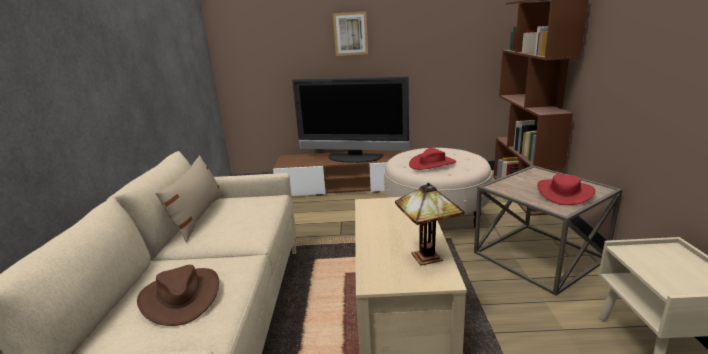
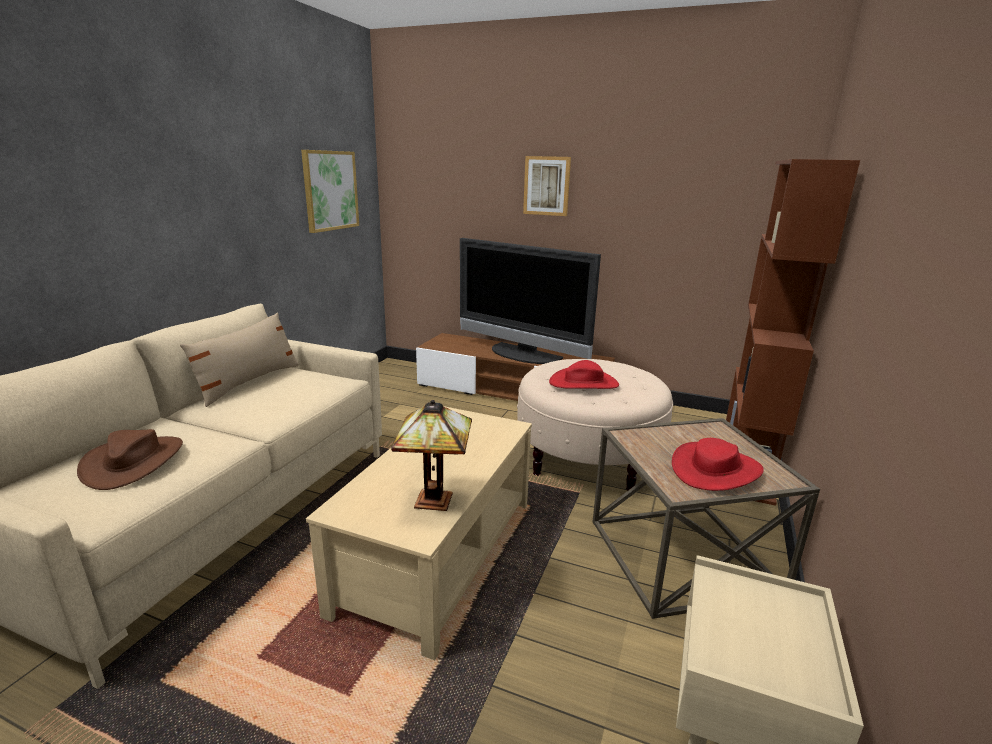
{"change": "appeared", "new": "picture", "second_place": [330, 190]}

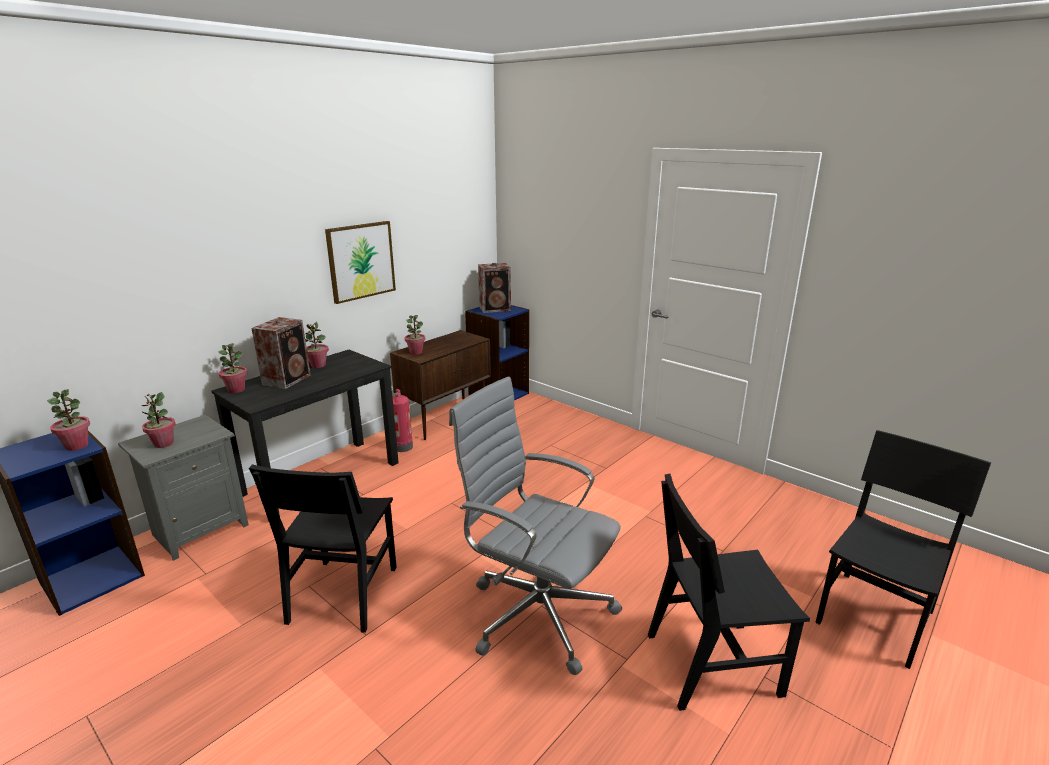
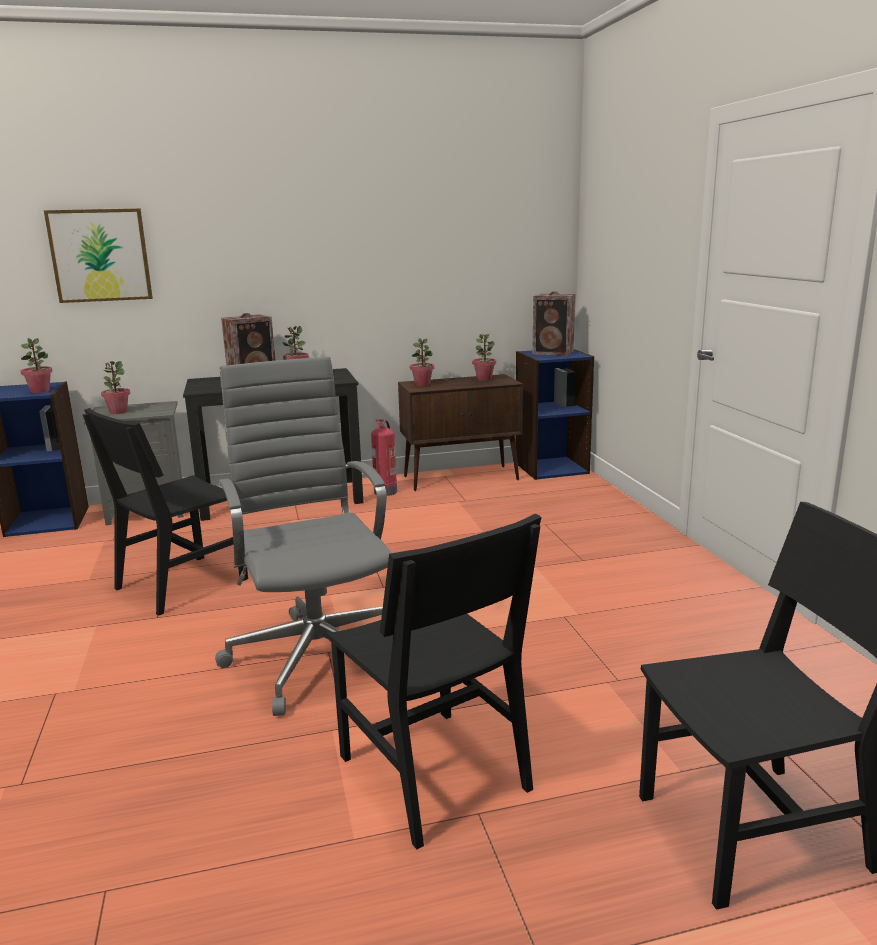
{"change": "relocated", "old": "picture", "first_place": [361, 261], "second_place": [100, 255]}
{"change": "spun", "old": "black chair", "first_place": [712, 663], "second_place": [432, 773], "degrees": -150}
{"change": "relocated", "old": "potted plant", "first_place": [236, 390], "second_place": [484, 379]}

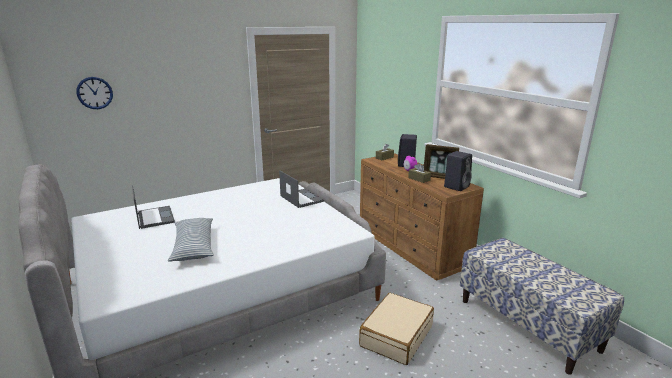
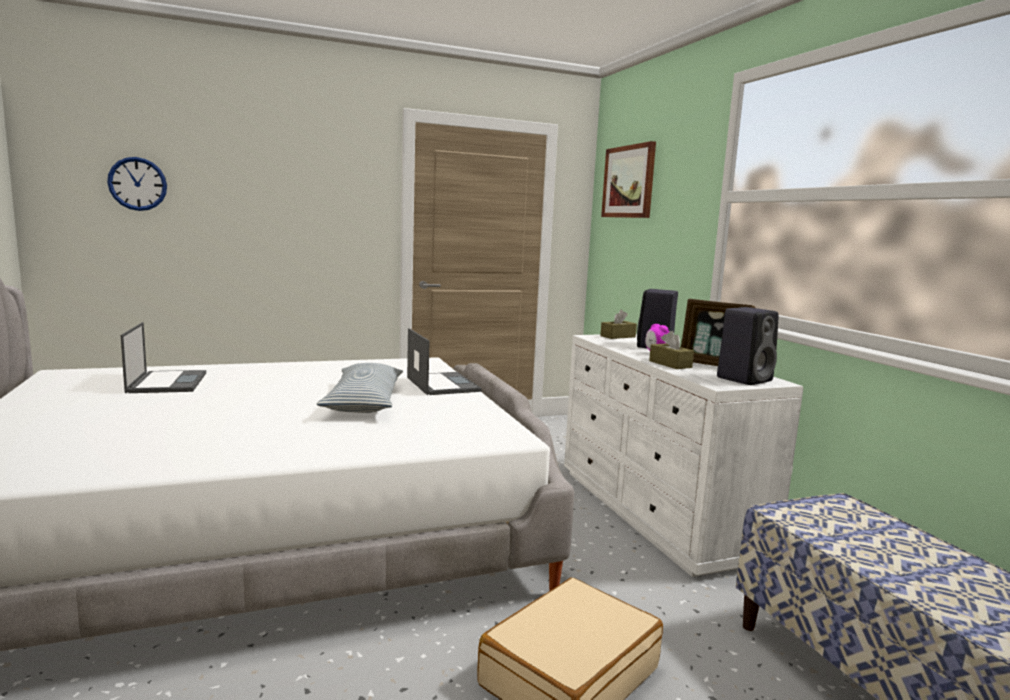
{"change": "relocated", "old": "pillow", "first_place": [193, 246], "second_place": [364, 401]}
{"change": "colour", "old": "brown dresser", "new": "white dresser", "first_place": [411, 248], "second_place": [655, 512]}
{"change": "appeared", "new": "picture", "second_place": [629, 182]}

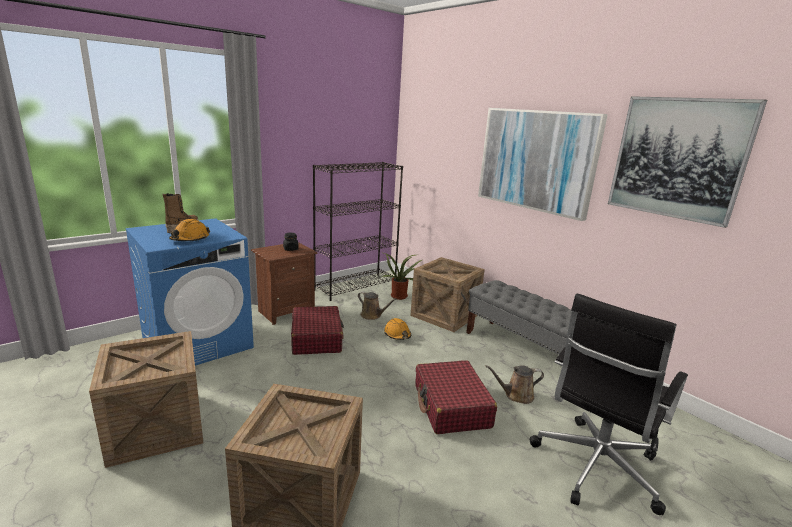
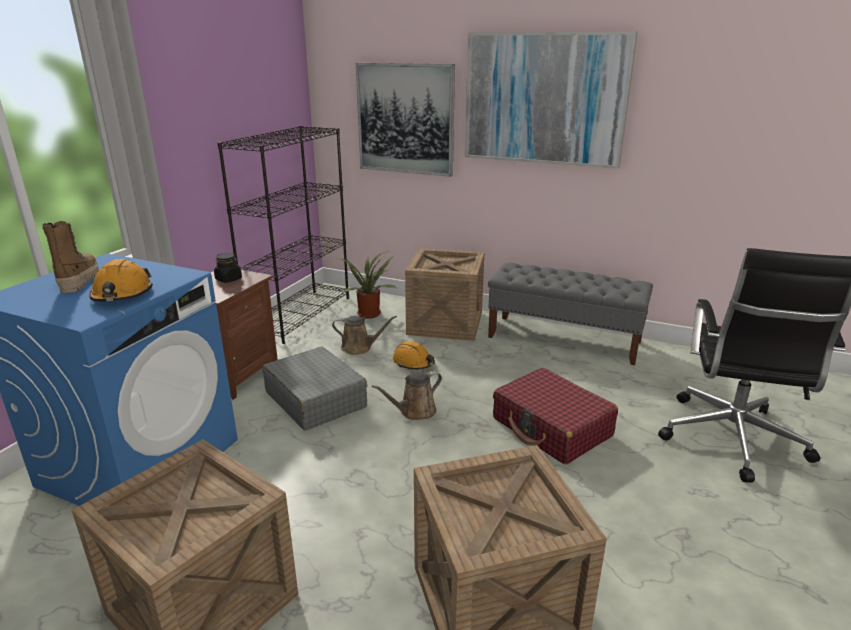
{"change": "colour", "old": "red suitcase", "new": "grey suitcase", "first_place": [316, 338], "second_place": [315, 399]}
{"change": "relocated", "old": "picture", "first_place": [678, 158], "second_place": [405, 119]}
{"change": "relocated", "old": "brown watering can", "first_place": [516, 395], "second_place": [414, 412]}

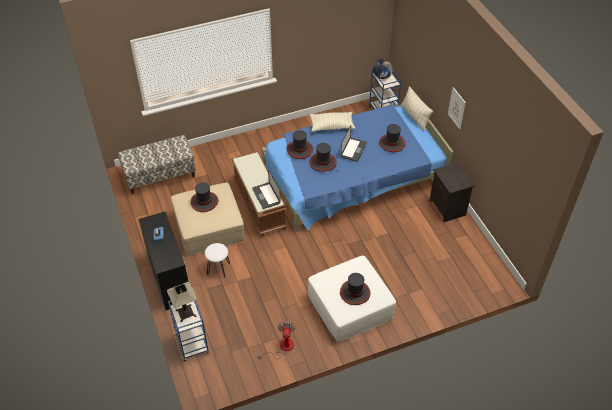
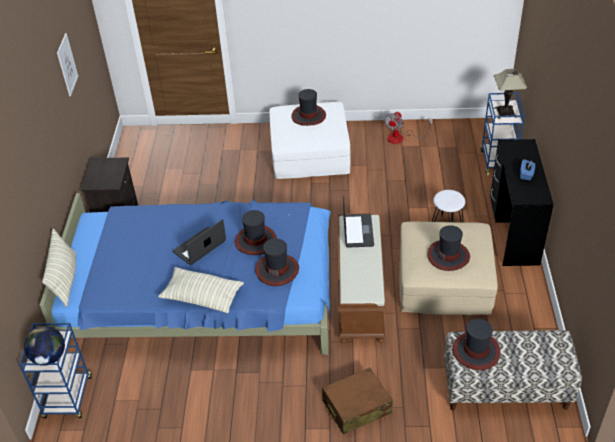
{"change": "relocated", "old": "picture", "first_place": [456, 108], "second_place": [67, 65]}
{"change": "appeared", "new": "brown suitcase", "second_place": [356, 407]}
{"change": "relocated", "old": "hat", "first_place": [391, 143], "second_place": [476, 351]}

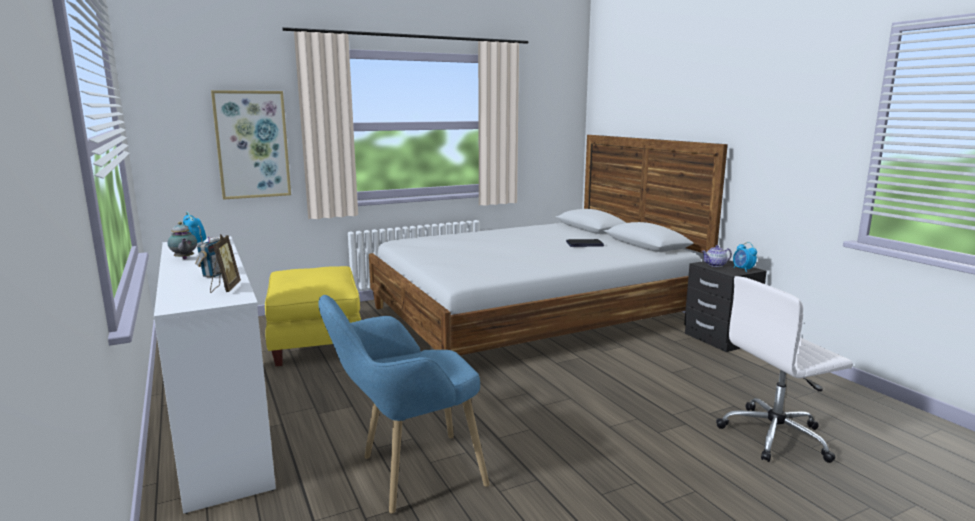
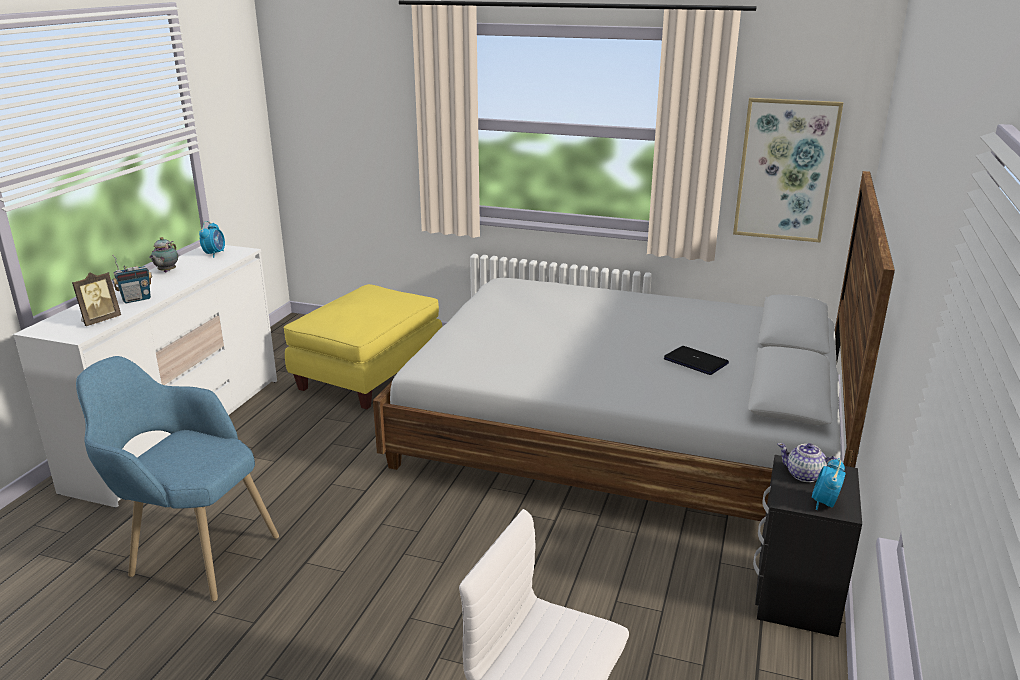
{"change": "relocated", "old": "picture", "first_place": [252, 145], "second_place": [785, 170]}

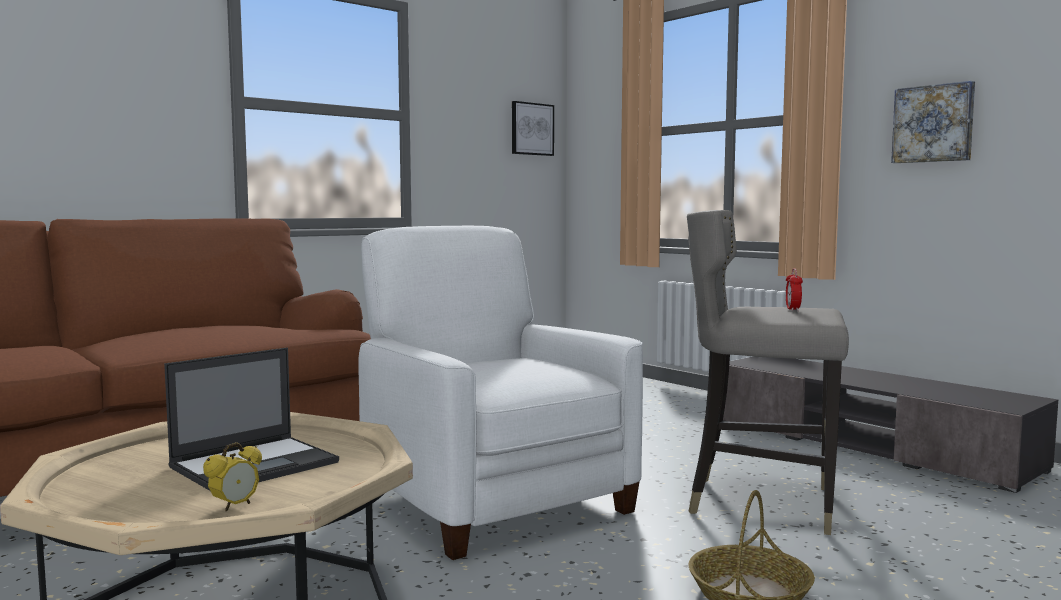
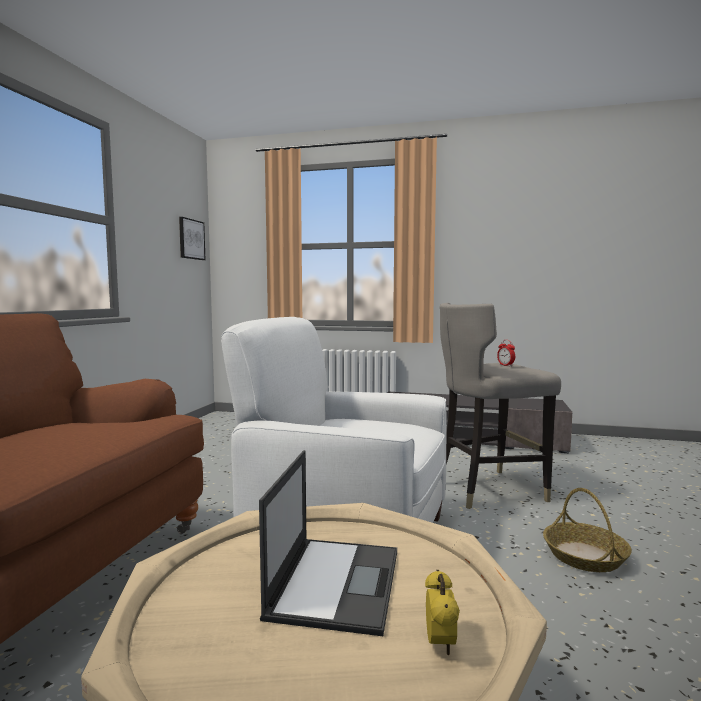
{"change": "missing", "old": "picture", "first_place": [933, 124]}

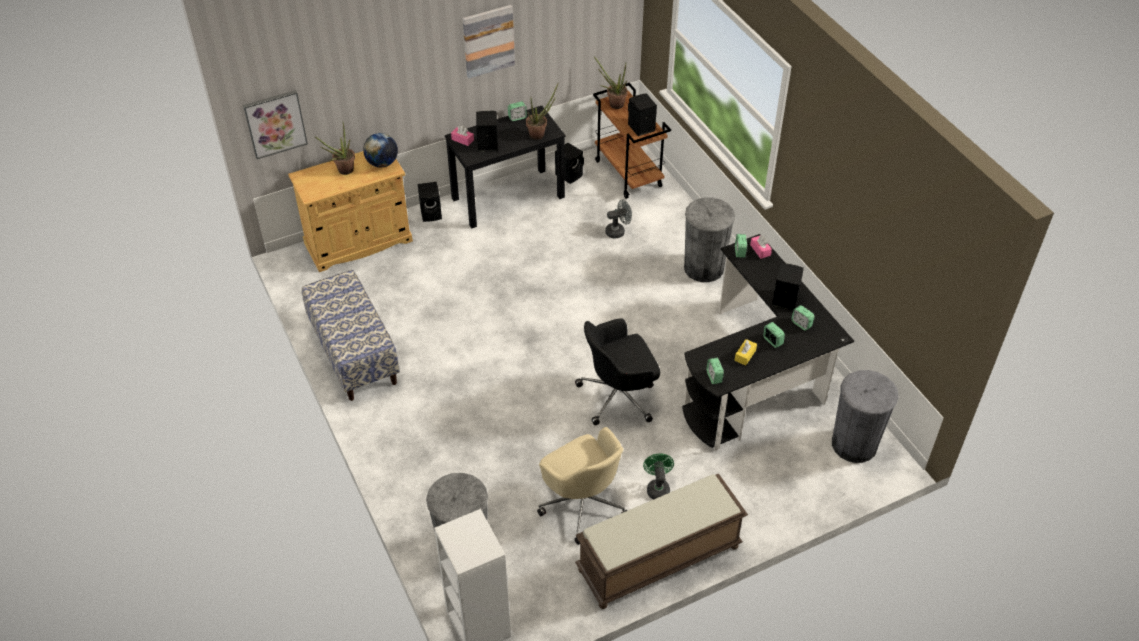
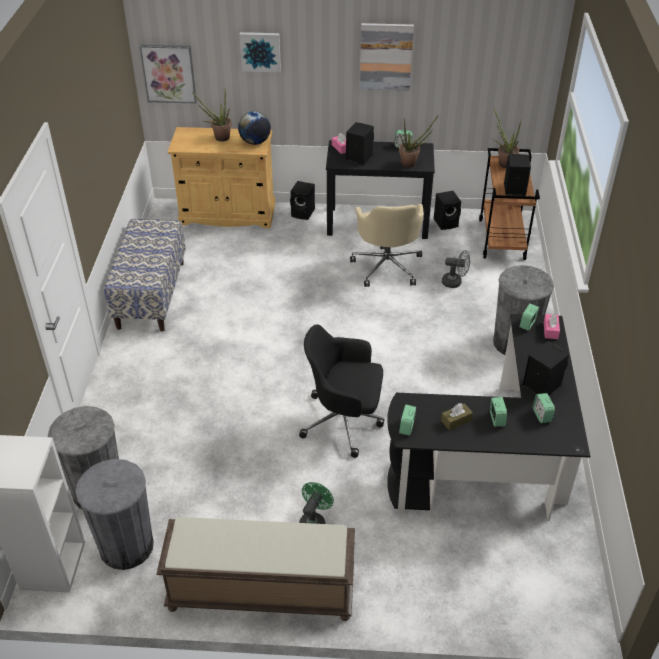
{"change": "relocated", "old": "grey trash can", "first_place": [854, 444], "second_place": [126, 546]}
{"change": "appeared", "new": "picture", "second_place": [260, 51]}
{"change": "relocated", "old": "beige office chair", "first_place": [582, 502], "second_place": [387, 266]}
{"change": "colour", "old": "yellow tissue box", "new": "brown tissue box", "first_place": [745, 355], "second_place": [456, 420]}

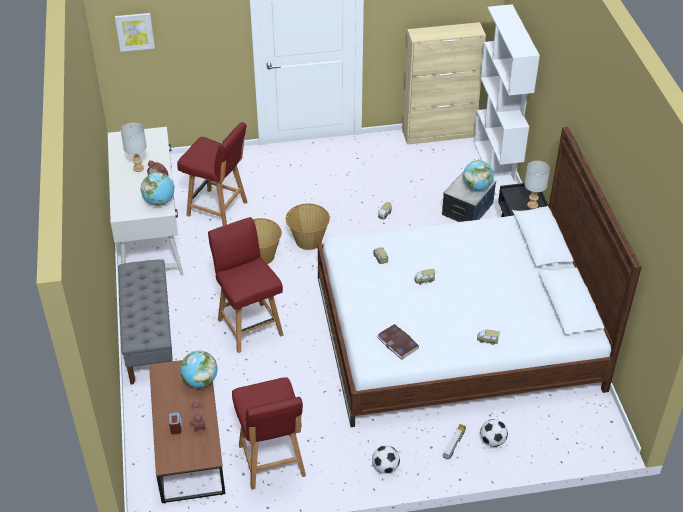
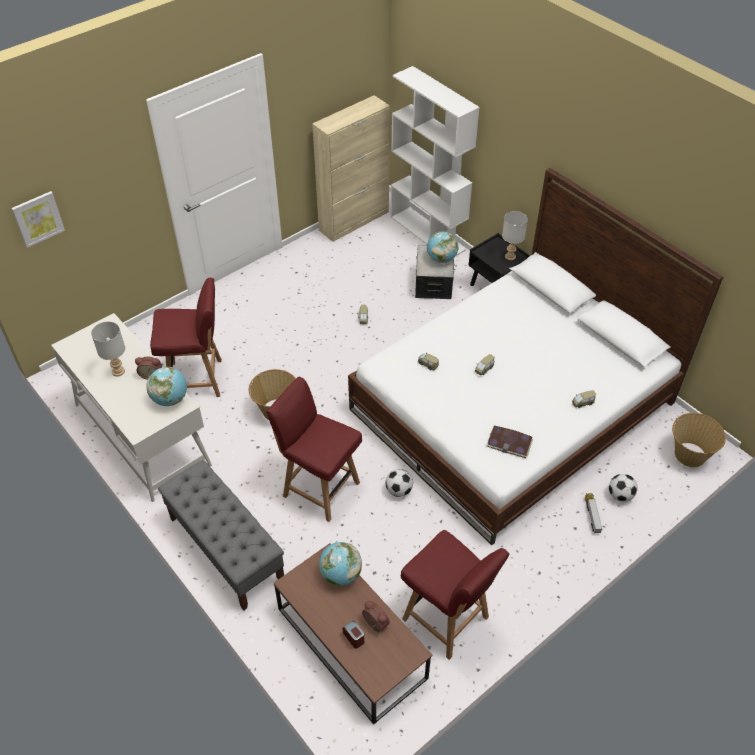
{"change": "relocated", "old": "football", "first_place": [385, 467], "second_place": [399, 490]}
{"change": "relocated", "old": "basket", "first_place": [308, 240], "second_place": [689, 454]}

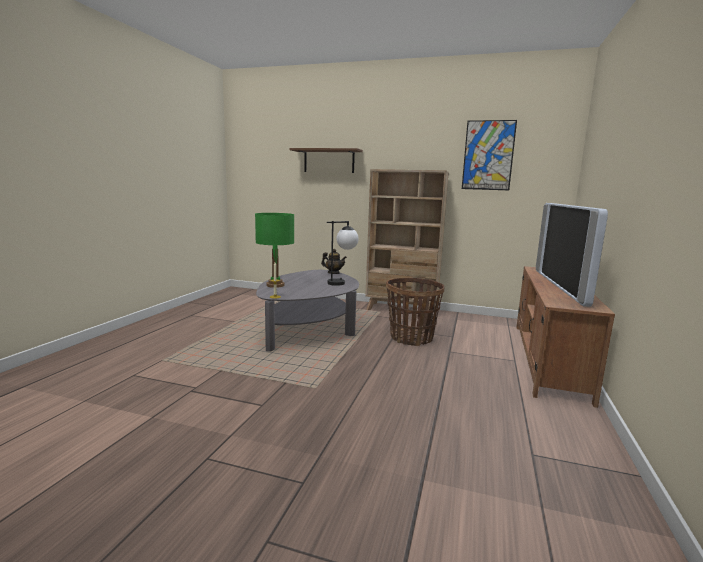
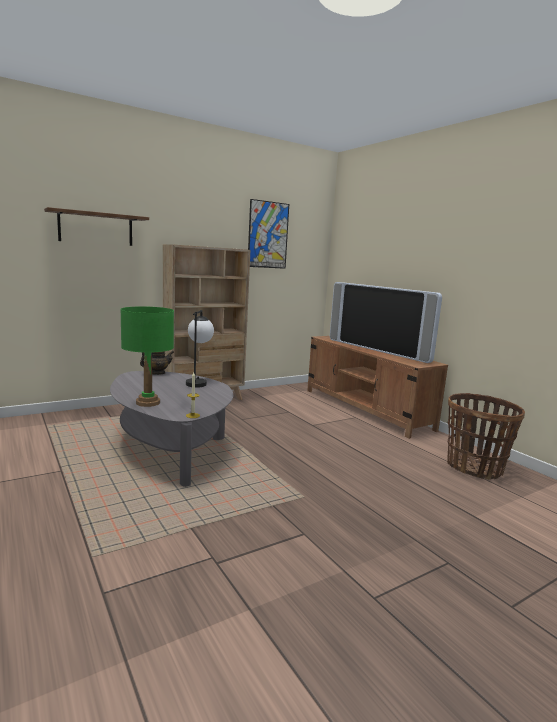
{"change": "relocated", "old": "basket", "first_place": [411, 338], "second_place": [474, 468]}

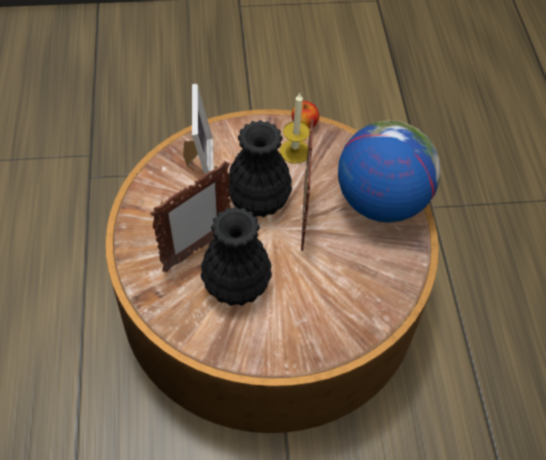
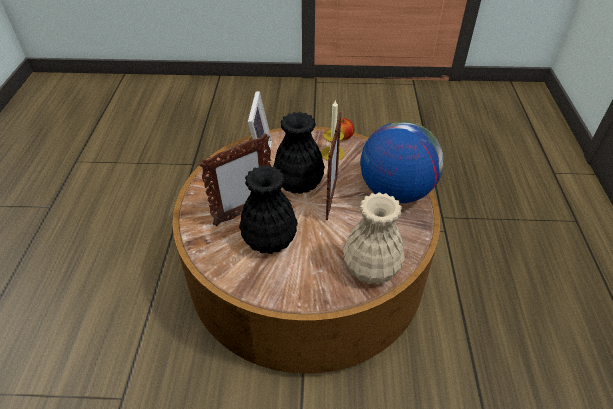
{"change": "appeared", "new": "beige vase", "second_place": [371, 269]}

